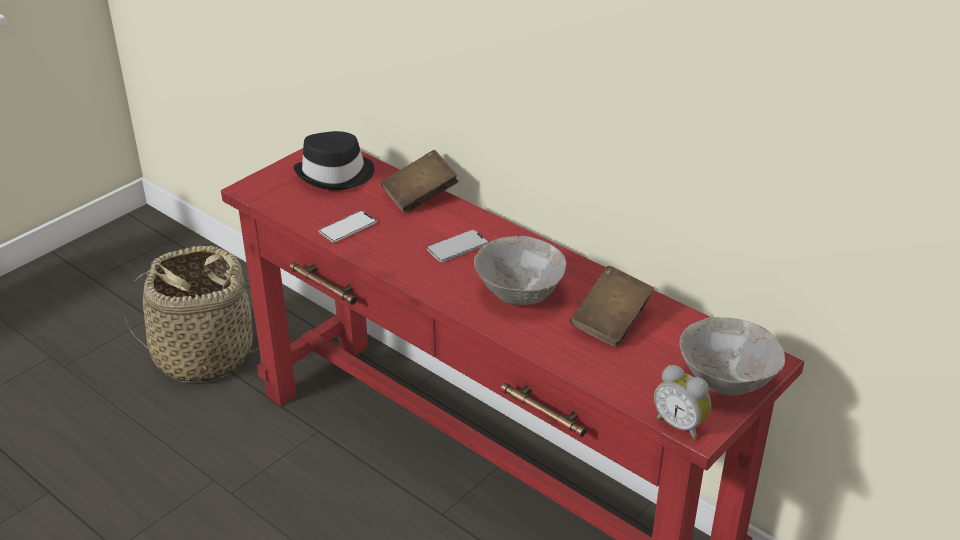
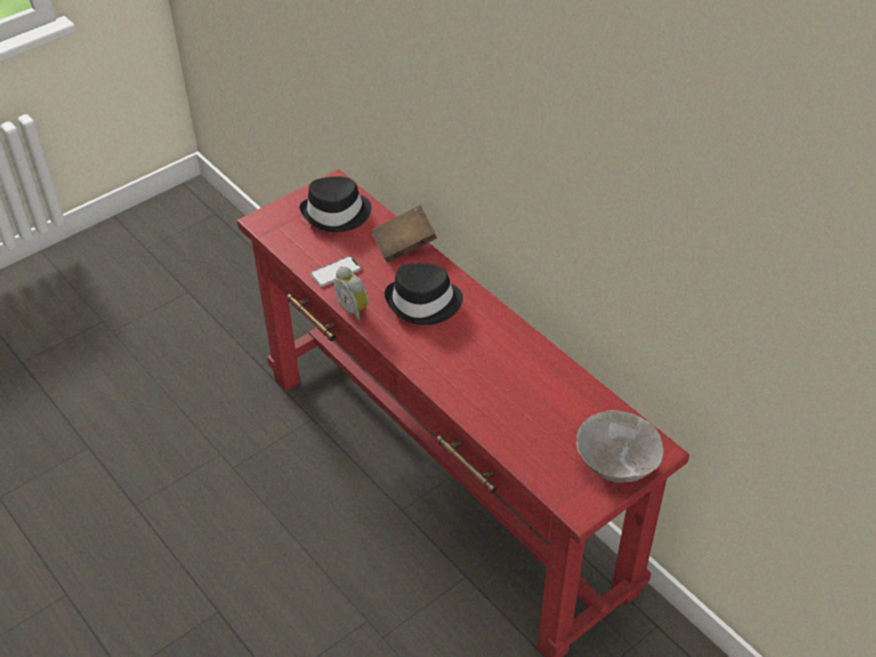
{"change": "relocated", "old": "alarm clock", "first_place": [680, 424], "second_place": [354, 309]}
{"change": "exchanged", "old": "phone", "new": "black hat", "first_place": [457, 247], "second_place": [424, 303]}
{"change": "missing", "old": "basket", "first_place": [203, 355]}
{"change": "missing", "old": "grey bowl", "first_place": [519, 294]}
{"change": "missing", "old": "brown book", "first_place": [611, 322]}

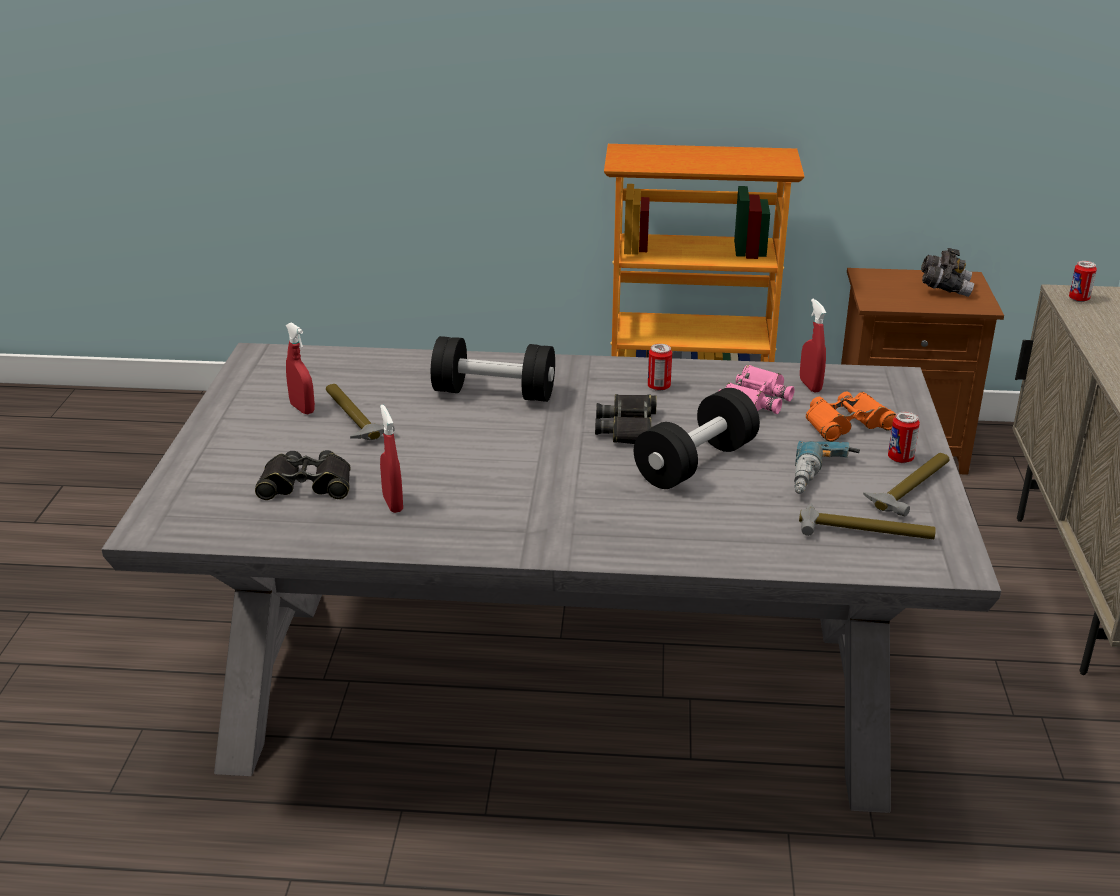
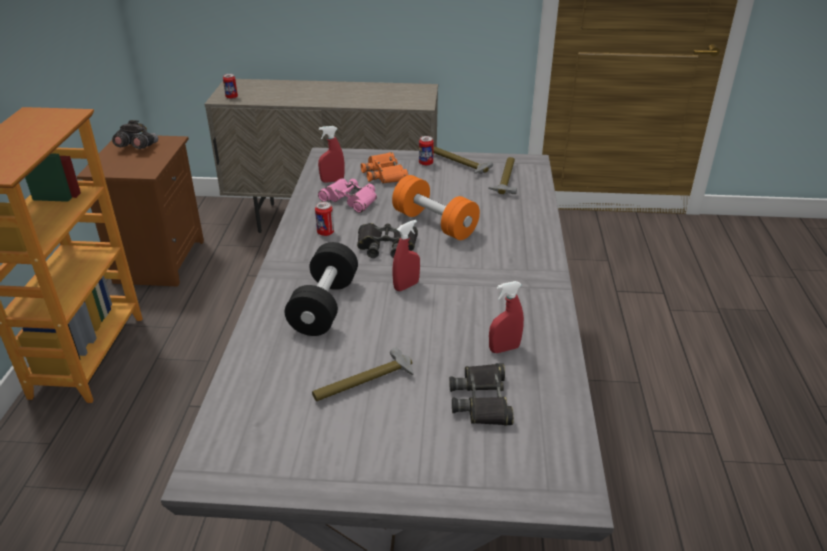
{"change": "colour", "old": "black dumbbell", "new": "orange dumbbell", "first_place": [695, 463], "second_place": [434, 224]}
{"change": "relocated", "old": "red spray bottle", "first_place": [302, 409], "second_place": [406, 286]}
{"change": "missing", "old": "power drill", "first_place": [823, 479]}

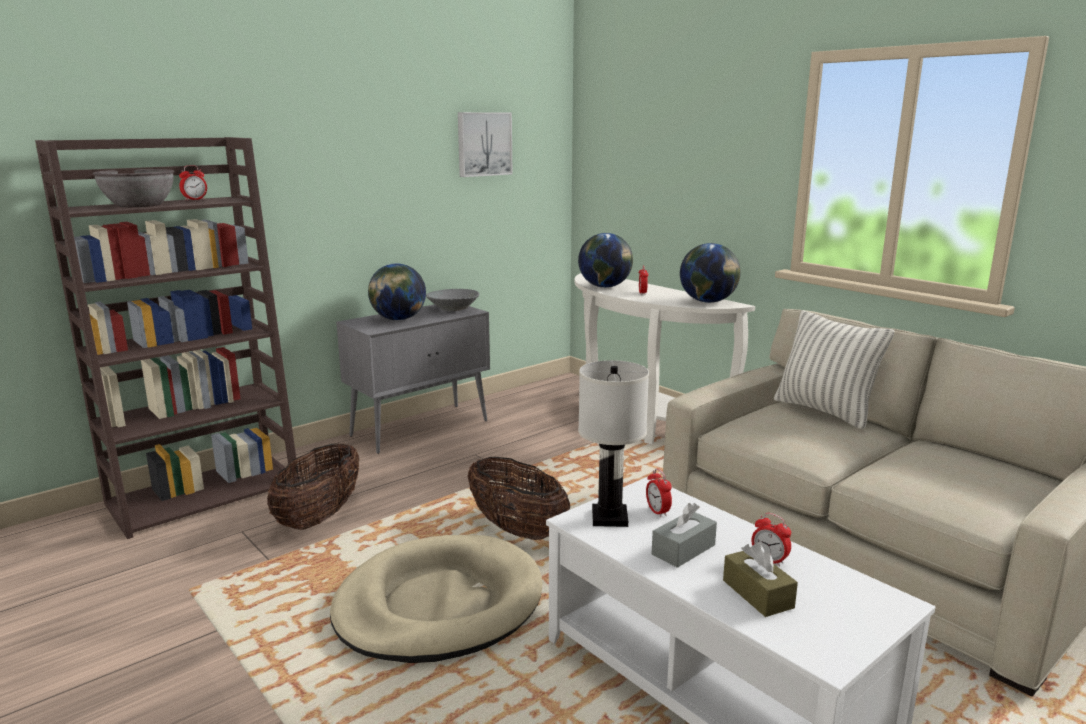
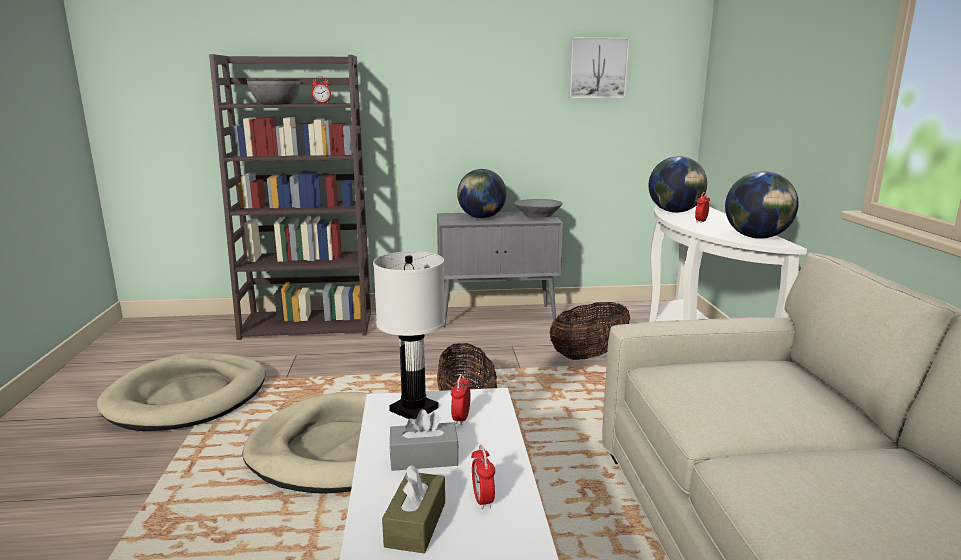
{"change": "appeared", "new": "beige dog bed", "second_place": [188, 397]}
{"change": "relocated", "old": "basket", "first_place": [319, 517], "second_place": [589, 355]}
{"change": "missing", "old": "pillow", "first_place": [825, 411]}

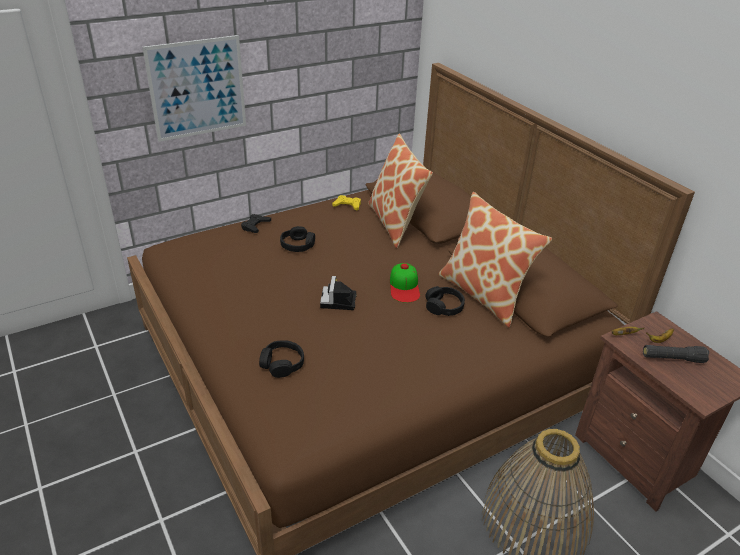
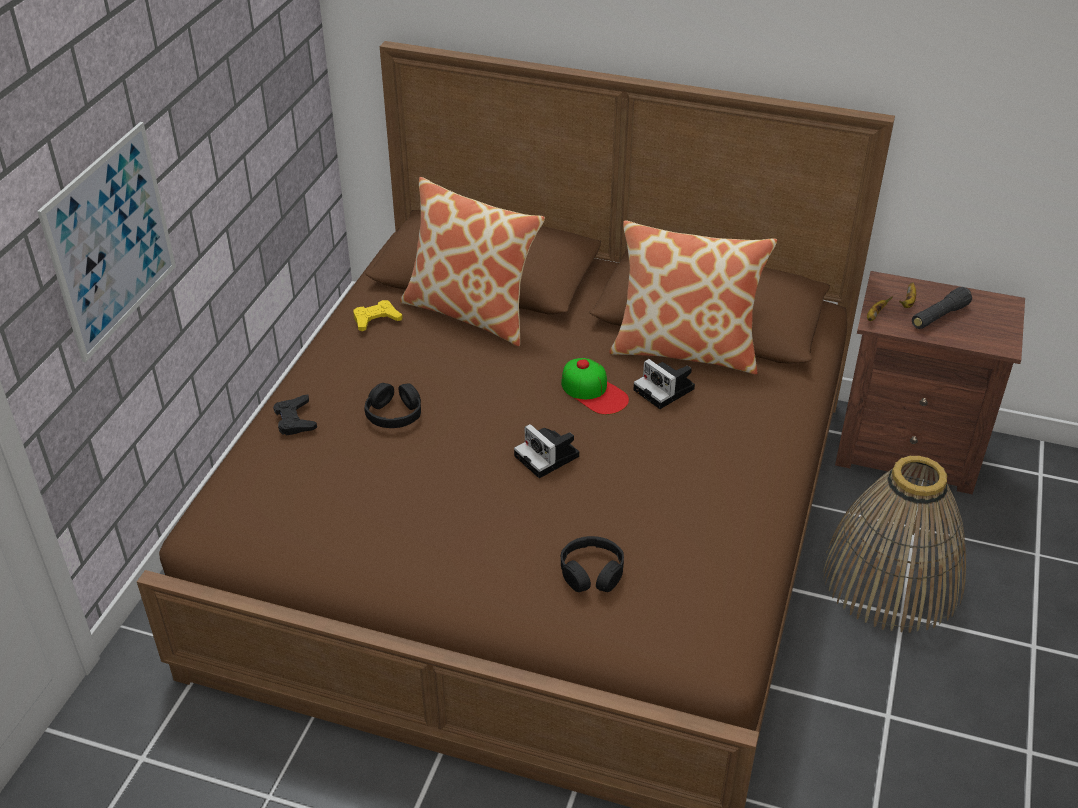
{"change": "exchanged", "old": "black headphones", "new": "photo camera", "first_place": [444, 306], "second_place": [666, 390]}

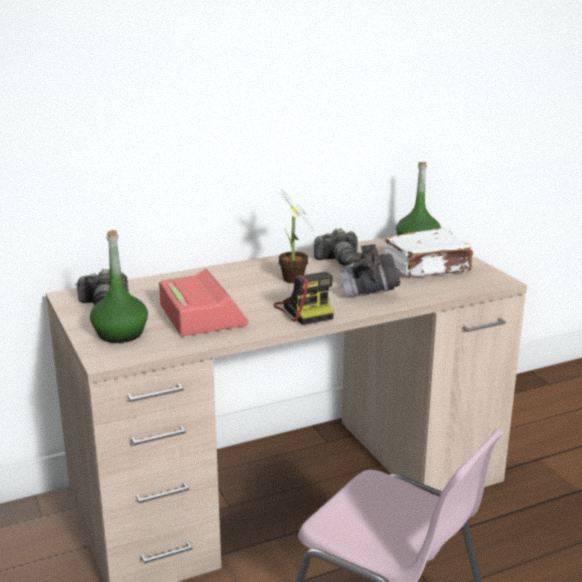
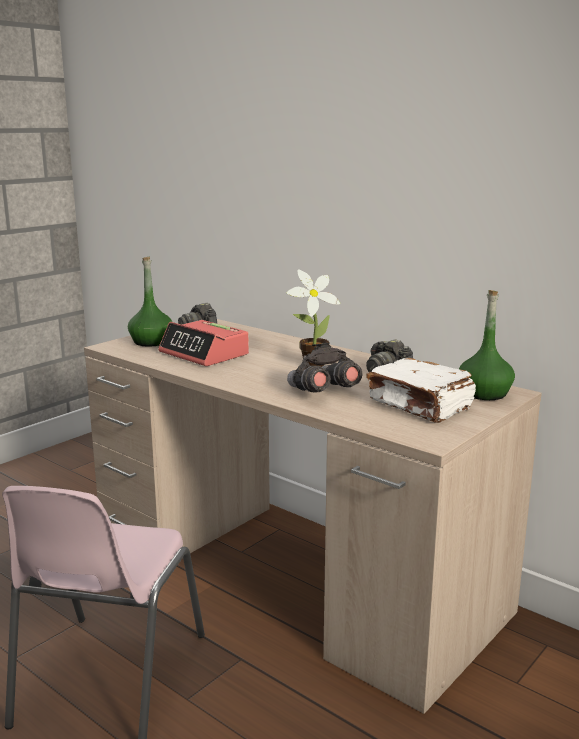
{"change": "spun", "old": "alarm clock", "first_place": [202, 315], "second_place": [204, 354], "degrees": 90}
{"change": "missing", "old": "photo camera", "first_place": [305, 310]}

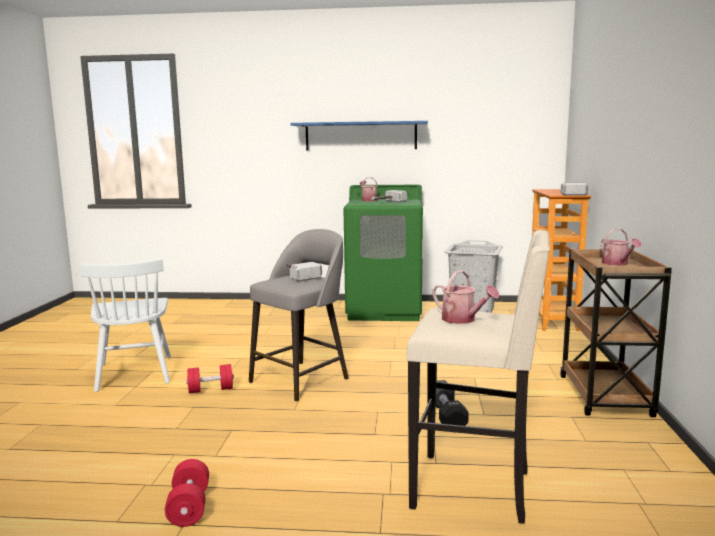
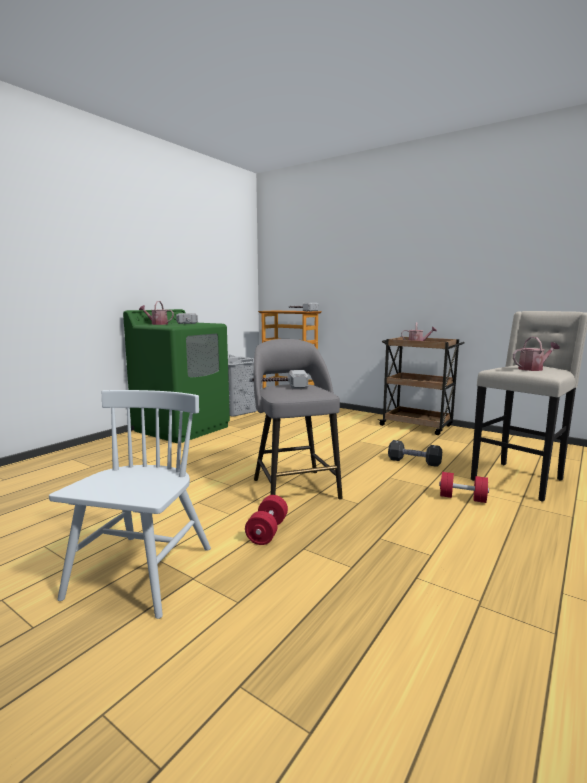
{"change": "spun", "old": "white chair", "first_place": [134, 373], "second_place": [141, 573], "degrees": -90}
{"change": "relocated", "old": "red dumbbell", "first_place": [189, 507], "second_place": [462, 498]}
{"change": "missing", "old": "blue shelf", "first_place": [361, 136]}

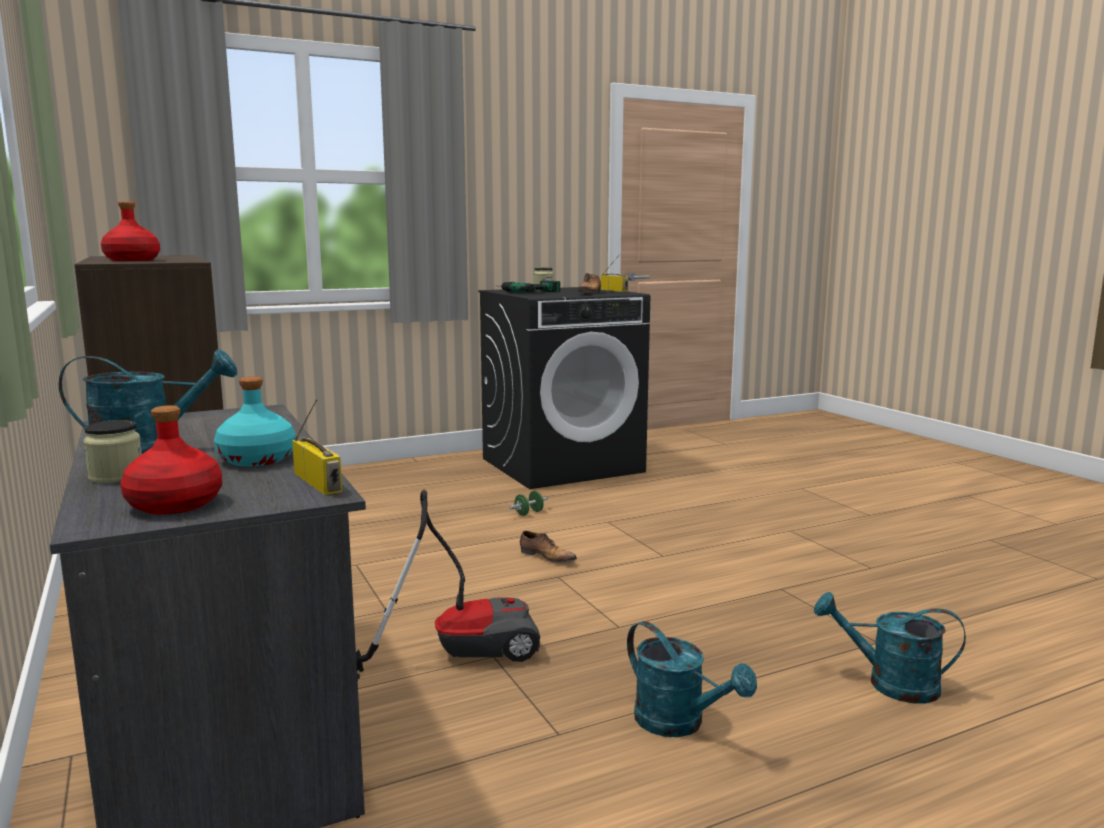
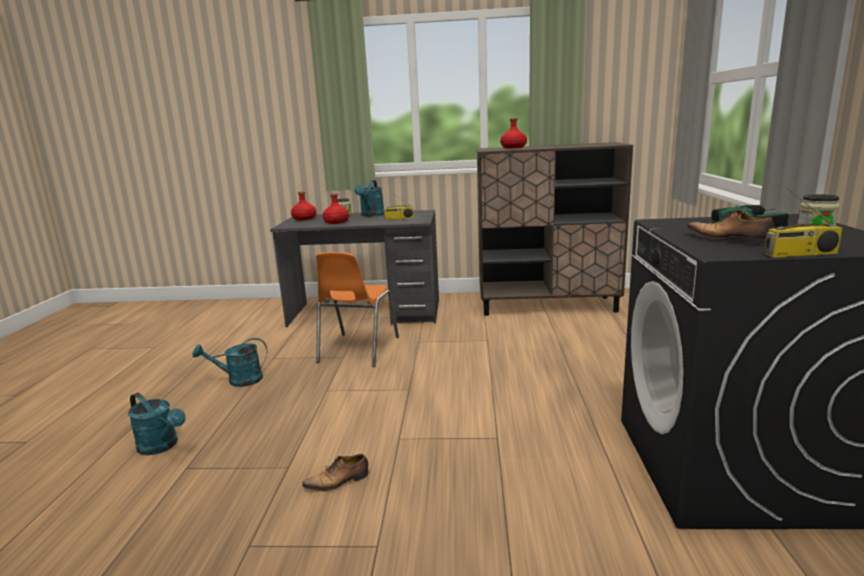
{"change": "spun", "old": "turquoise watering can", "first_place": [890, 684], "second_place": [162, 446], "degrees": 75}
{"change": "relocated", "old": "shoe", "first_place": [547, 557], "second_place": [338, 481]}
{"change": "exchanged", "old": "vacuum cleaner", "new": "orange chair", "first_place": [457, 652], "second_place": [357, 350]}
{"change": "colour", "old": "turquoise bottle", "new": "red bottle", "first_place": [256, 459], "second_place": [336, 222]}
{"change": "relocated", "old": "radio", "first_place": [319, 482], "second_place": [398, 218]}
{"change": "missing", "old": "green dumbbell", "first_place": [529, 513]}

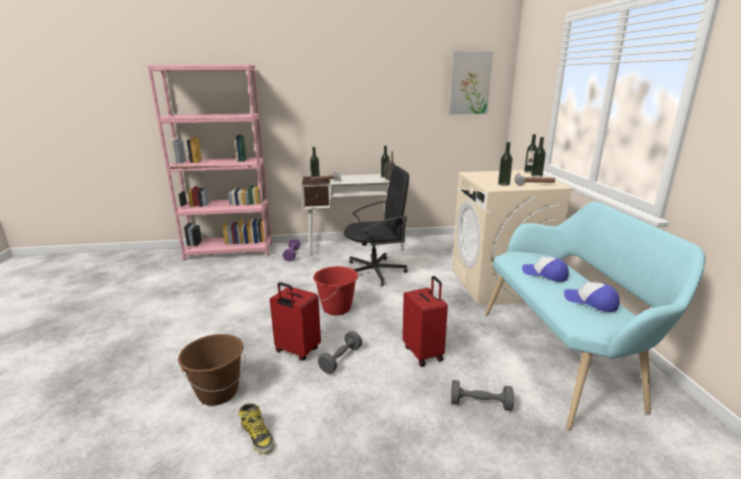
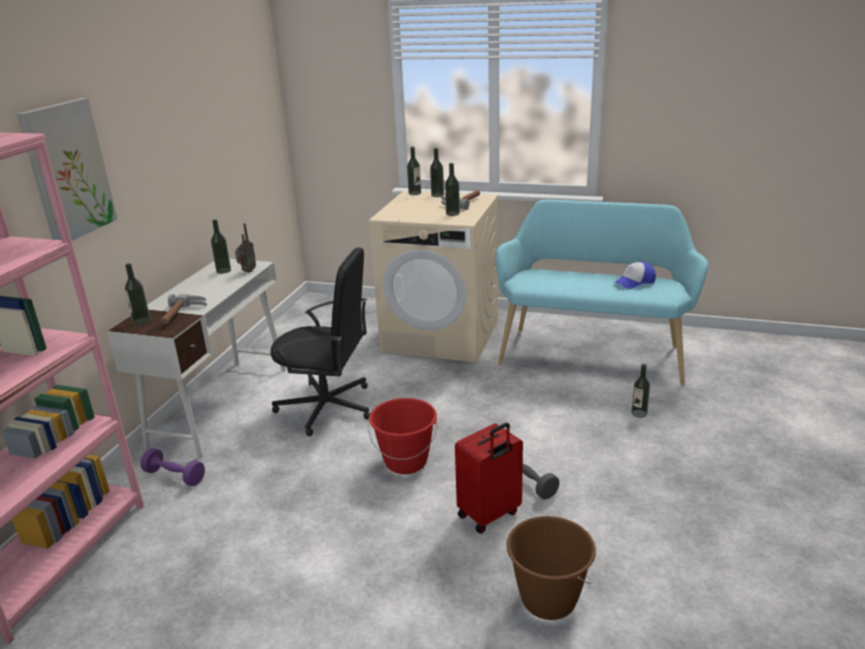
{"change": "relocated", "old": "picture", "first_place": [469, 83], "second_place": [68, 171]}
{"change": "spun", "old": "black office chair", "first_place": [375, 271], "second_place": [327, 407], "degrees": 90}
{"change": "exchanged", "old": "grey dumbbell", "new": "bottle", "first_place": [480, 404], "second_place": [639, 413]}
{"change": "missing", "old": "boot", "first_place": [257, 436]}
{"change": "missing", "old": "red suitcase", "first_place": [424, 353]}
{"change": "missing", "old": "cap", "first_place": [545, 274]}

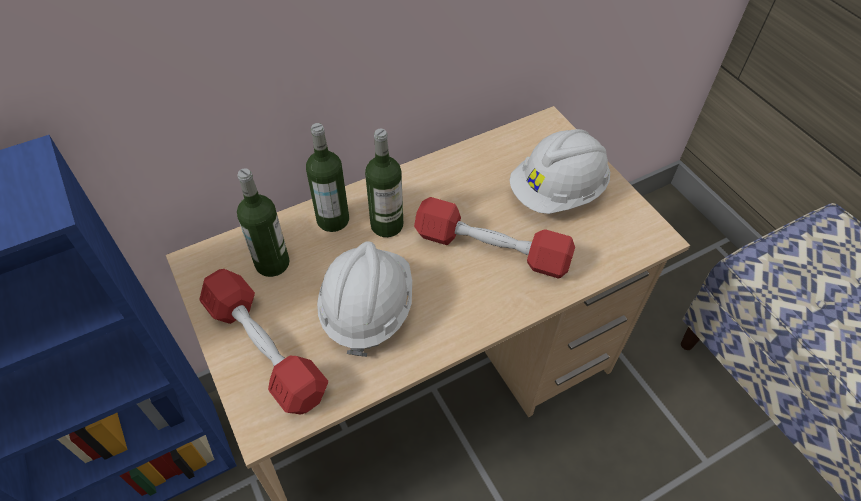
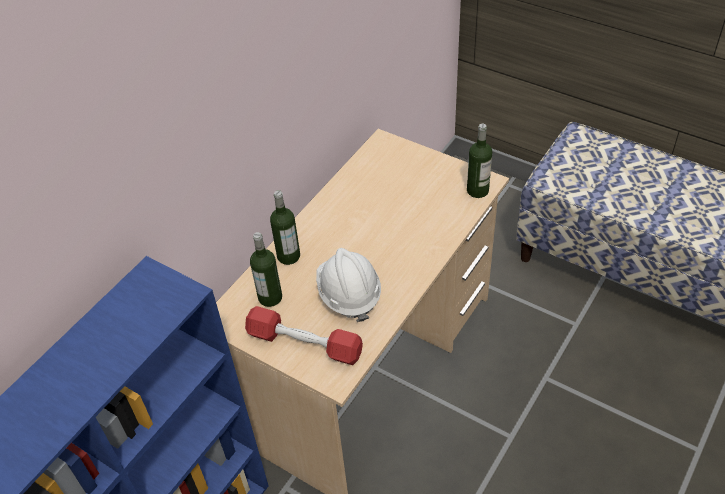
{"change": "relocated", "old": "bottle", "first_place": [387, 225], "second_place": [477, 190]}
{"change": "missing", "old": "red dumbbell", "first_place": [491, 249]}
{"change": "missing", "old": "white hard hat", "first_place": [557, 192]}

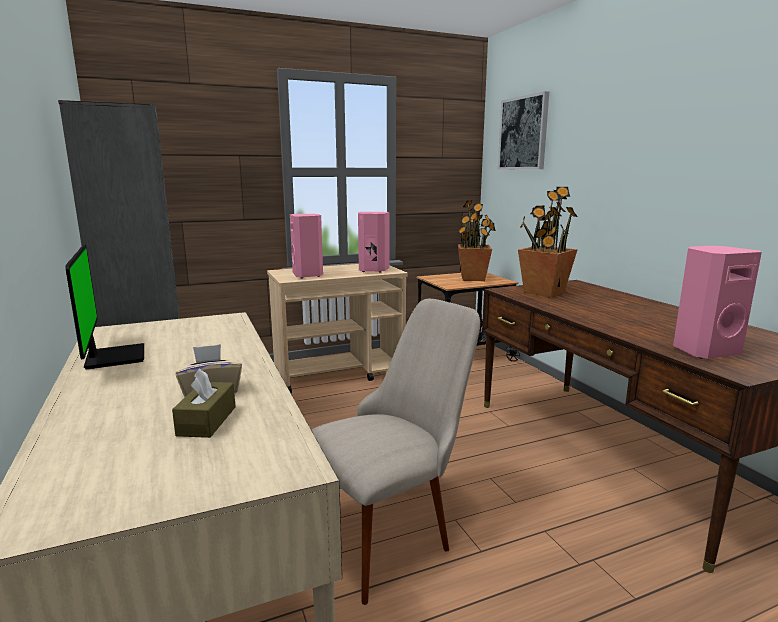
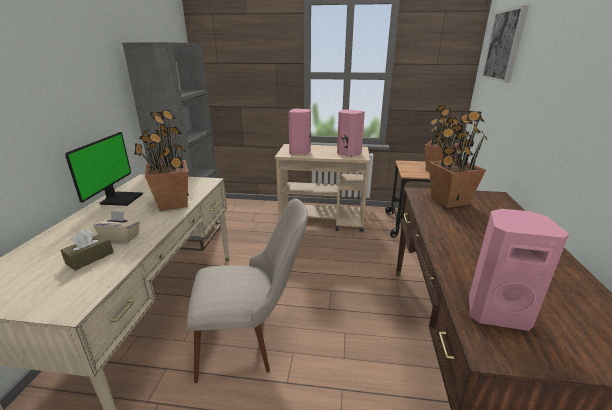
{"change": "appeared", "new": "potted plant", "second_place": [172, 204]}

